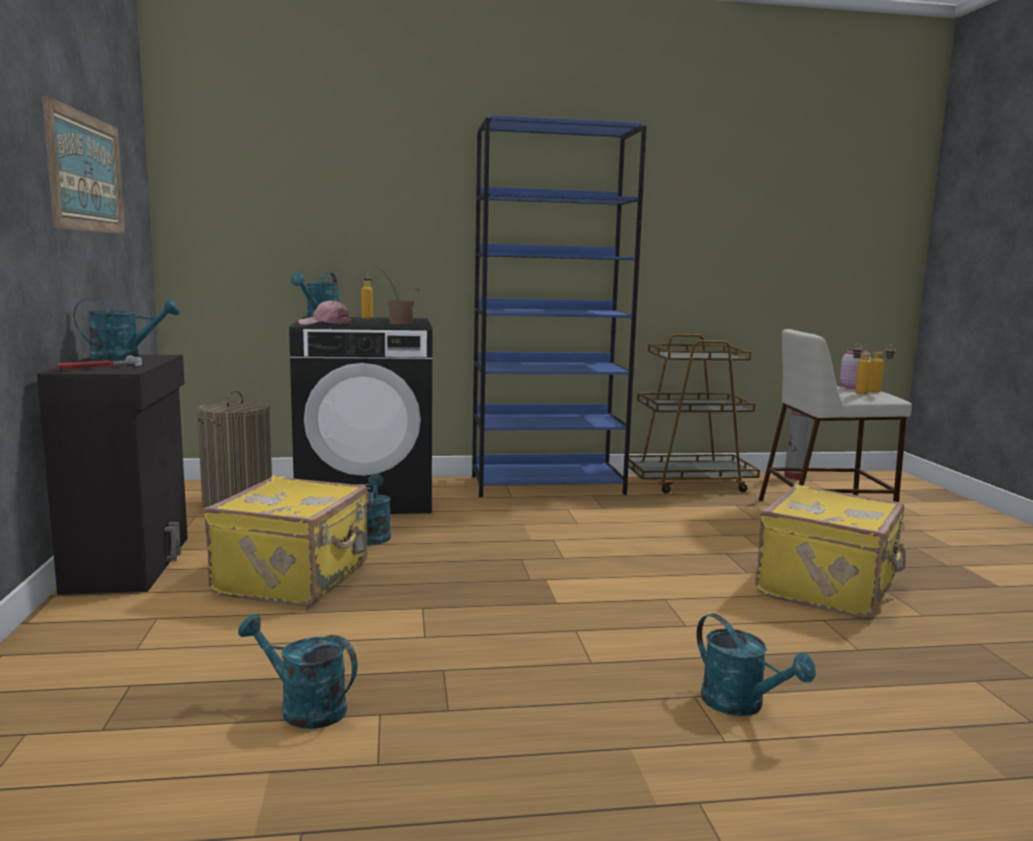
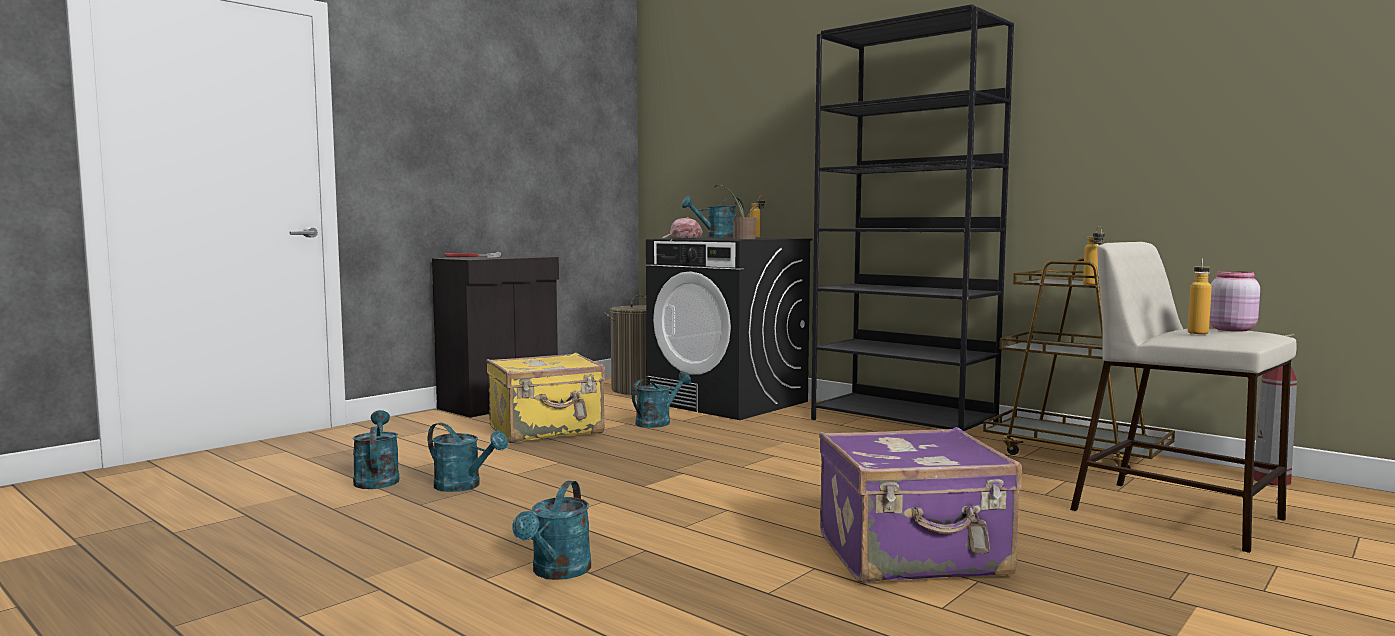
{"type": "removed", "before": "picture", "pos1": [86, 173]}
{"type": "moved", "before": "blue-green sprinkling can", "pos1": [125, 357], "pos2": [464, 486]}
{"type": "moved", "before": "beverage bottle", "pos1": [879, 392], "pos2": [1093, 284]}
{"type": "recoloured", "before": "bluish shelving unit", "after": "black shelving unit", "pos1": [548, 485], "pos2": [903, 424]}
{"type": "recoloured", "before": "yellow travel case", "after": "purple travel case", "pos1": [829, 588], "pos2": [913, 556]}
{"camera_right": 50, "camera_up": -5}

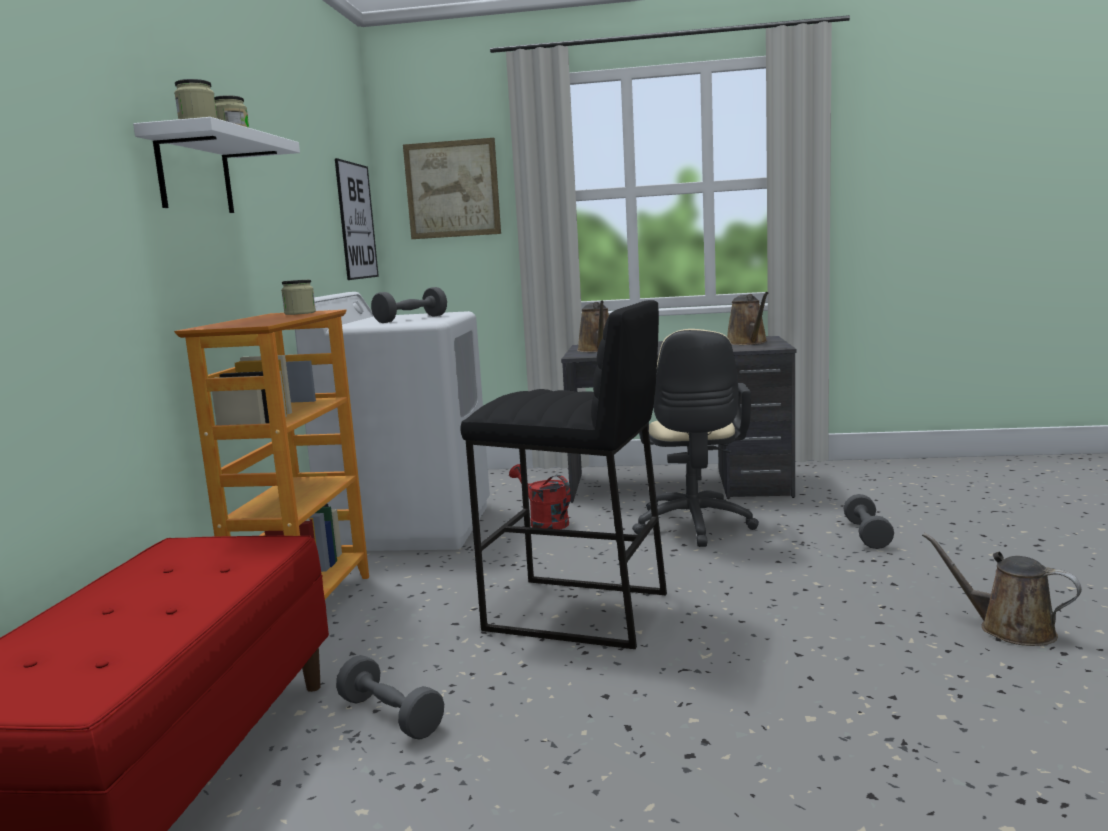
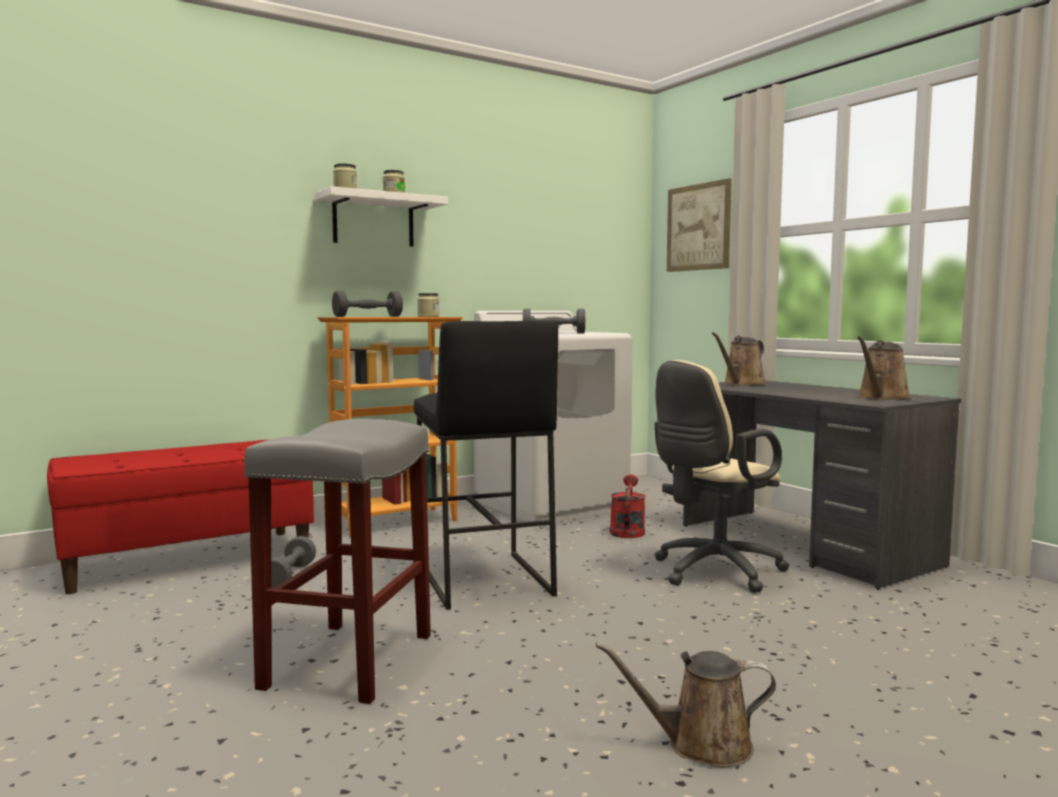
{"type": "removed", "before": "picture", "pos1": [356, 221]}
{"type": "added", "after": "greyish stool", "pos2": [349, 659]}
{"type": "moved", "before": "greyish free weight", "pos1": [867, 535], "pos2": [368, 316]}
{"type": "turned", "before": "brownish sprinkling can", "pos1": [1009, 629], "pos2": [700, 745], "turn": -90}
{"camera_right": 50, "camera_up": -5}

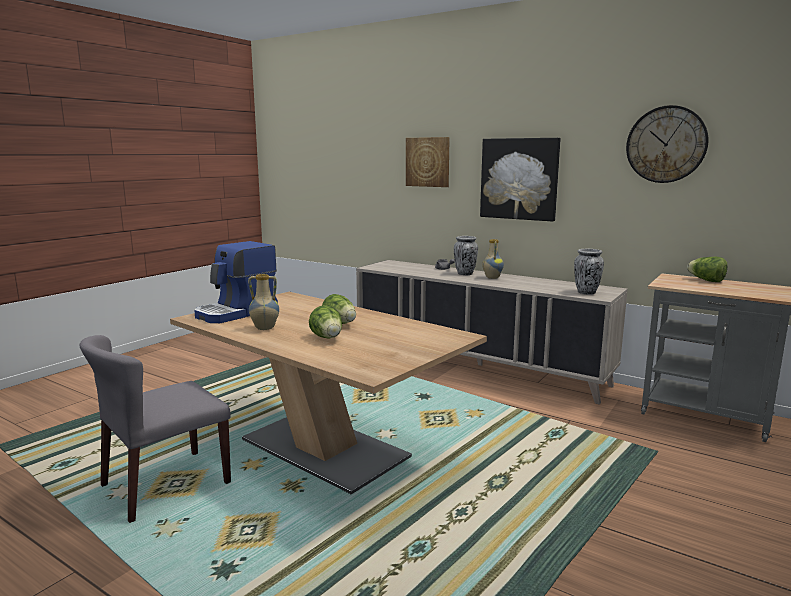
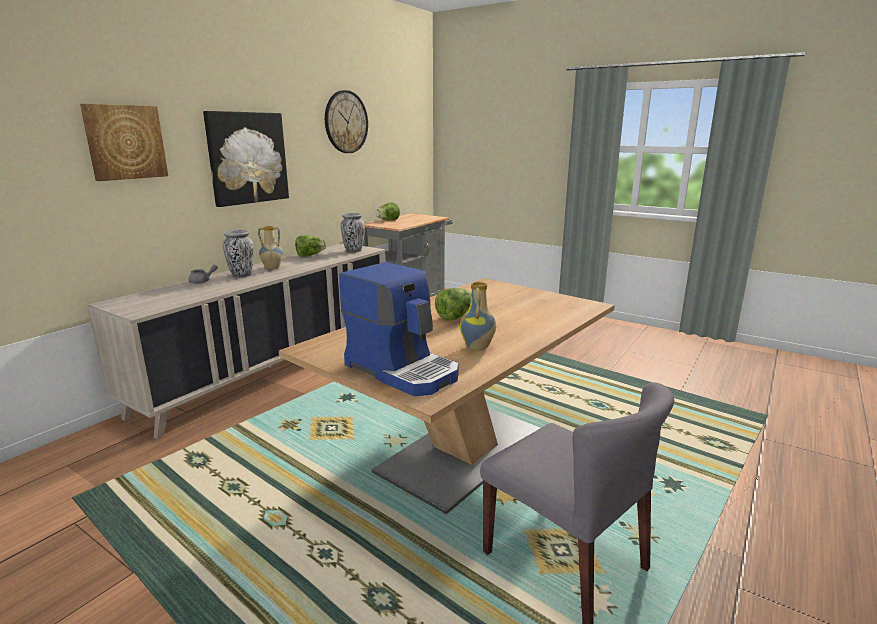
{"type": "moved", "before": "lettuce", "pos1": [328, 338], "pos2": [310, 255]}
{"camera_right": -90, "camera_up": 5}

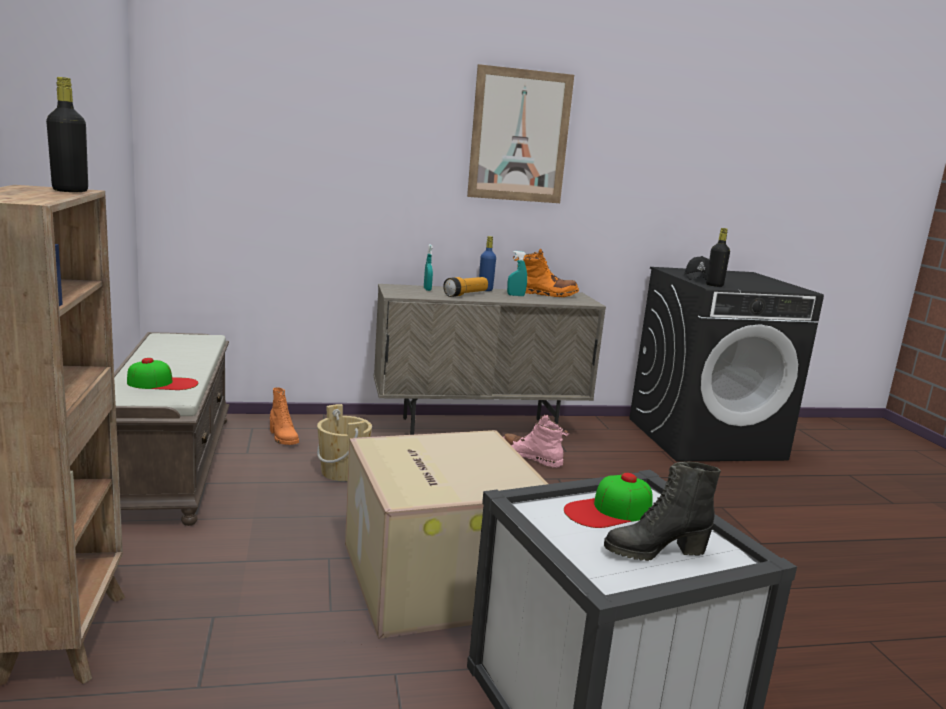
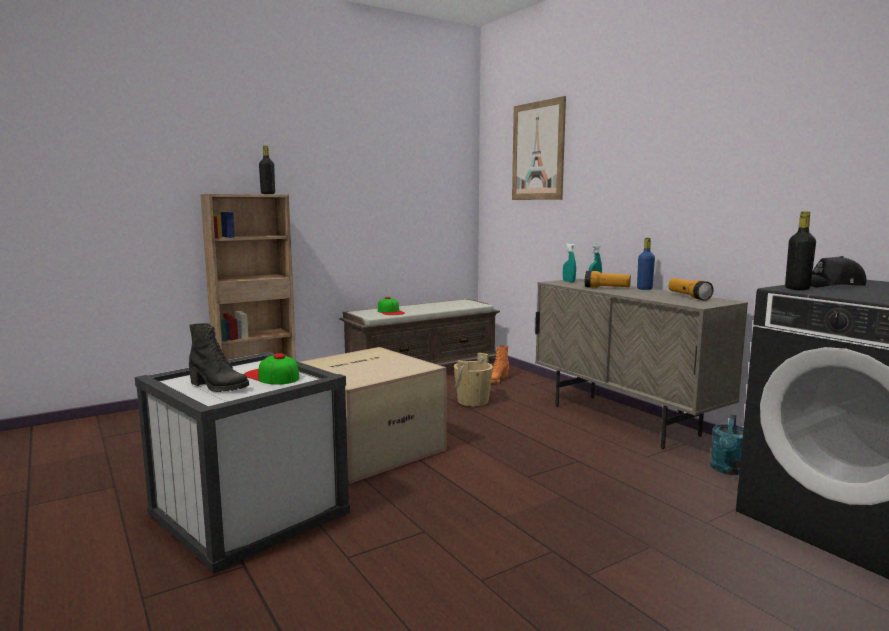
{"type": "removed", "before": "pink boot", "pos1": [531, 457]}
{"type": "added", "after": "blue-green sprinkling can", "pos2": [728, 470]}
{"type": "moved", "before": "picture", "pos1": [519, 136], "pos2": [538, 151]}
{"type": "moved", "before": "blue-green hand sprayer", "pos1": [516, 295], "pos2": [568, 281]}
{"type": "replaced", "before": "orange-coloured boot", "after": "torch", "pos1": [544, 294], "pos2": [688, 297]}
{"type": "turned", "before": "black boot", "pos1": [654, 551], "pos2": [218, 387], "turn": 150}
{"camera_right": 70, "camera_up": -5}

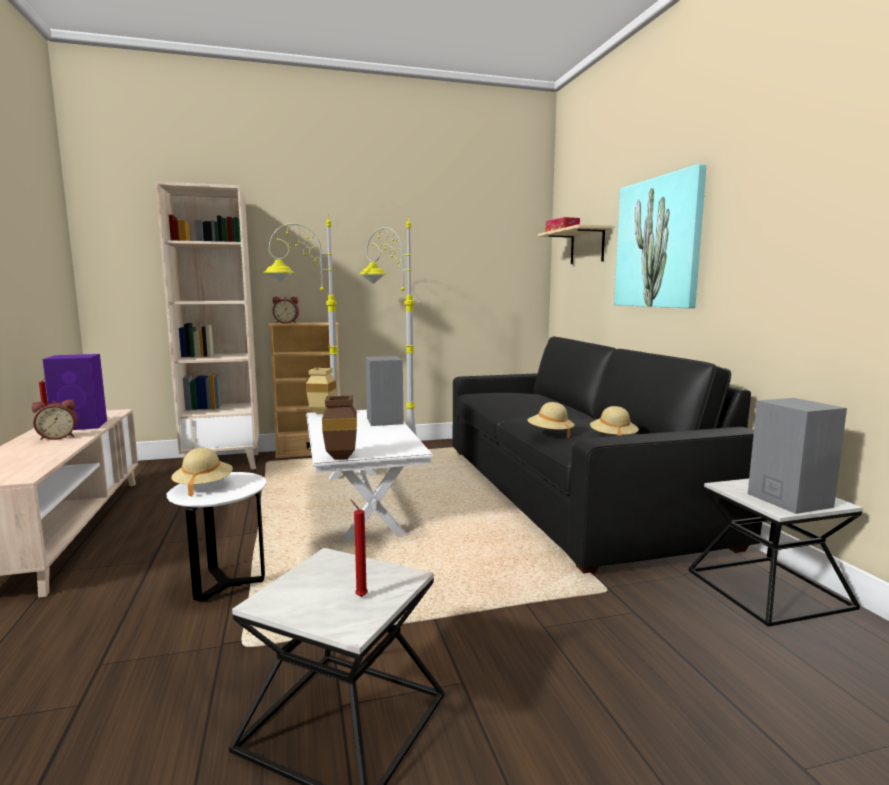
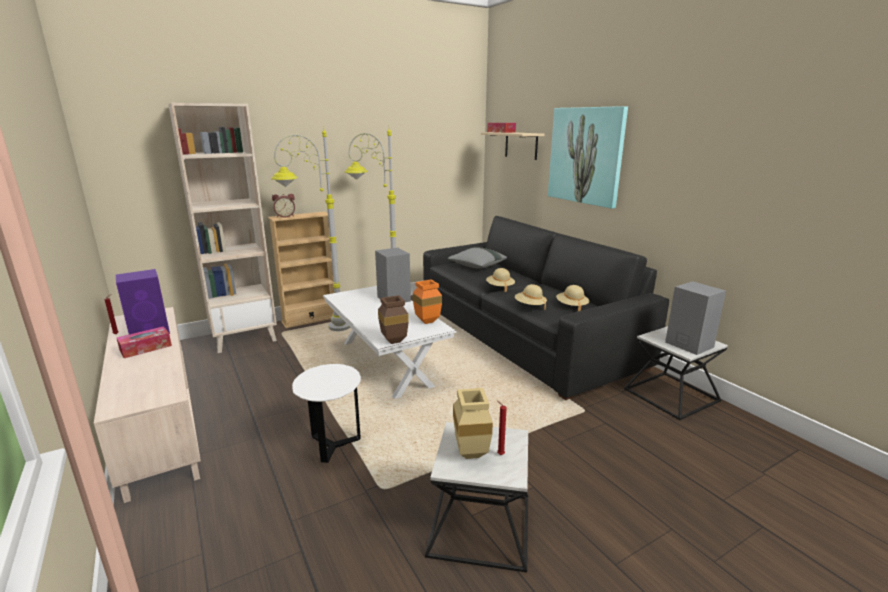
{"type": "added", "after": "orange-coloured flower vase", "pos2": [426, 322]}
{"type": "added", "after": "greyish pillow", "pos2": [476, 266]}
{"type": "moved", "before": "sand-coloured wearable hat", "pos1": [203, 486], "pos2": [500, 287]}
{"type": "moved", "before": "sand-coloured flower vase", "pos1": [322, 413], "pos2": [473, 455]}
{"type": "replaced", "before": "table clock", "after": "box of tissues", "pos1": [58, 437], "pos2": [146, 348]}
{"camera_right": -15, "camera_up": 10}

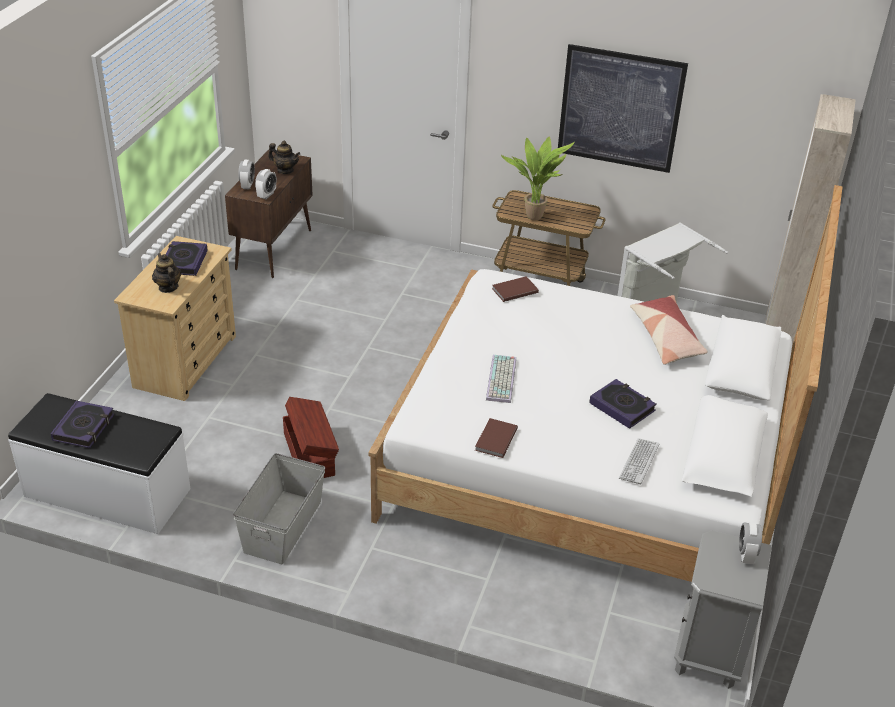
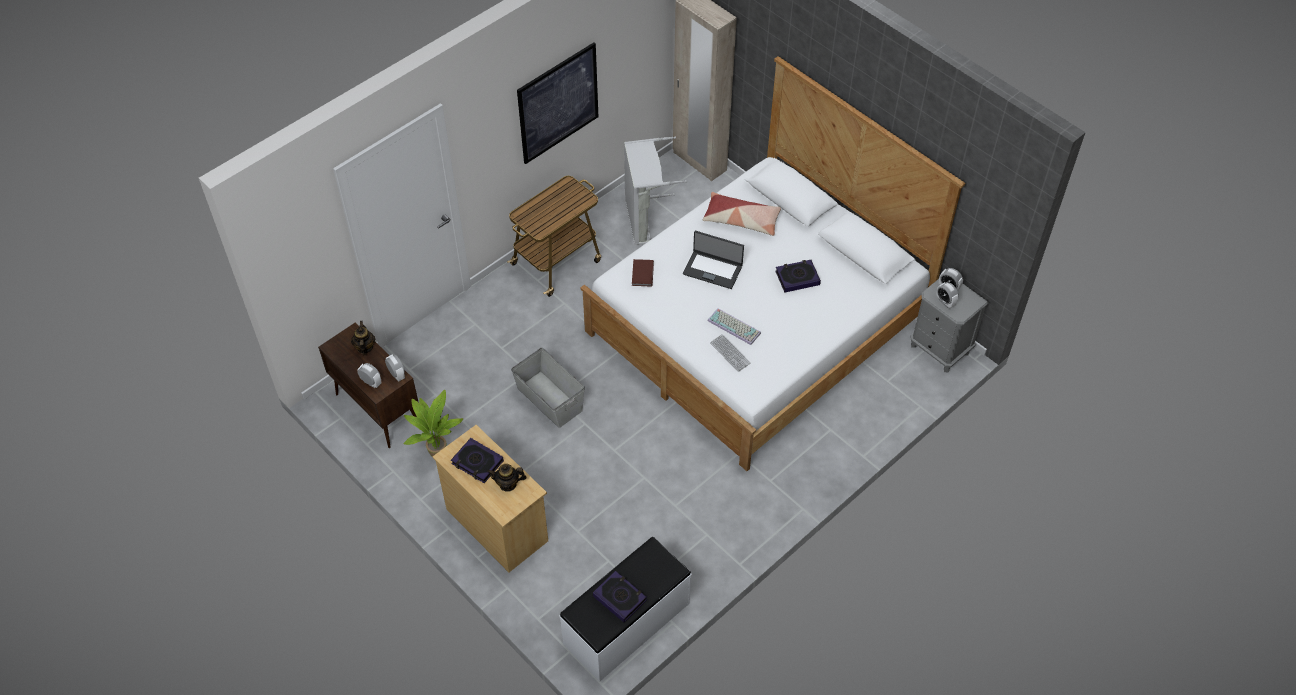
{"type": "removed", "before": "brownish storage box", "pos1": [310, 453]}
{"type": "removed", "before": "brownish bound book", "pos1": [494, 439]}
{"type": "added", "after": "notebook computer", "pos2": [712, 269]}
{"type": "added", "after": "table clock", "pos2": [945, 302]}
{"type": "moved", "before": "greyish storage box", "pos1": [282, 526], "pos2": [549, 399]}
{"type": "moved", "before": "plant in a pot", "pos1": [535, 215], "pos2": [436, 452]}
{"type": "moved", "before": "keyboard", "pos1": [639, 462], "pos2": [730, 353]}
{"type": "turned", "before": "pot for tea", "pos1": [285, 170], "pos2": [364, 347], "turn": -60}
{"camera_right": -60, "camera_up": 15}

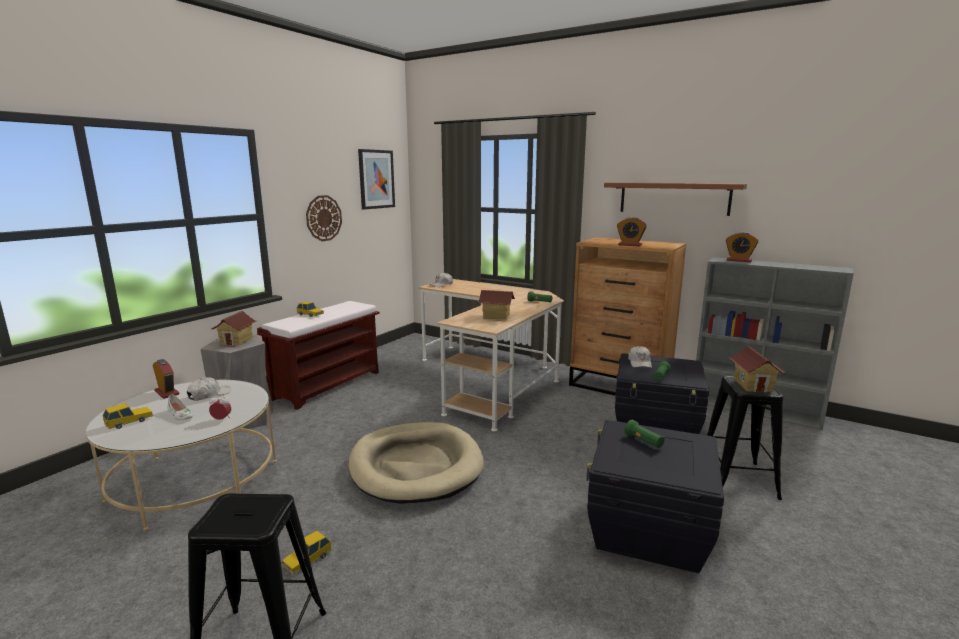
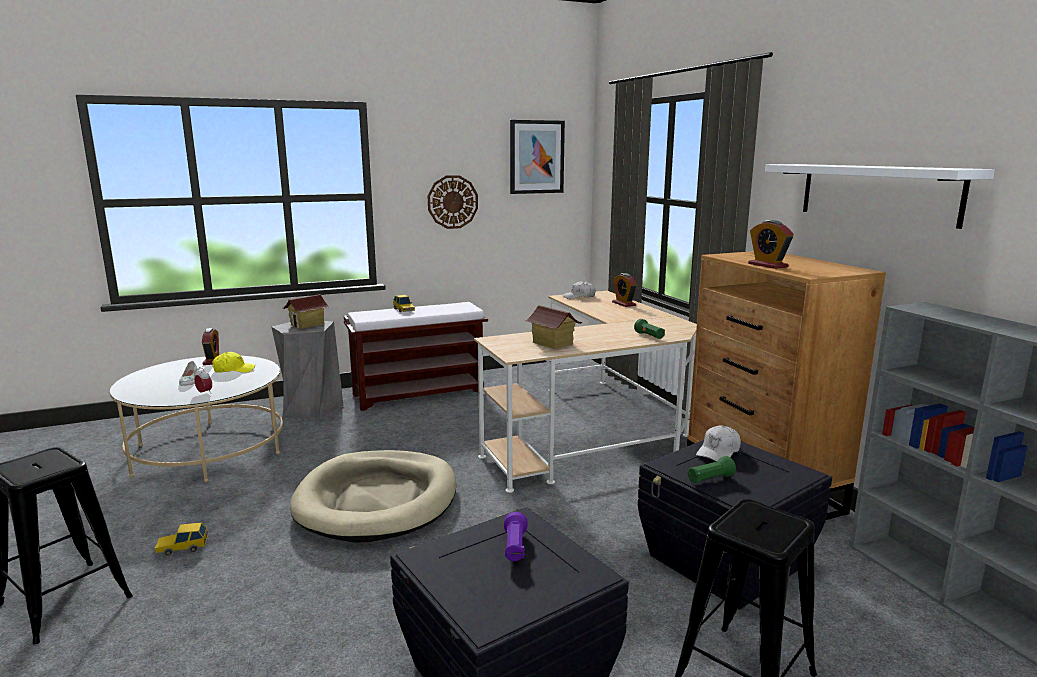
{"type": "removed", "before": "toy car", "pos1": [129, 421]}
{"type": "removed", "before": "model house", "pos1": [753, 385]}
{"type": "moved", "before": "table clock", "pos1": [739, 260], "pos2": [624, 304]}
{"type": "recoloured", "before": "white-coloured peaked cap", "after": "yellow peaked cap", "pos1": [209, 395], "pos2": [234, 370]}
{"type": "recoloured", "before": "brownish bracket shelf", "after": "white-coloured bracket shelf", "pos1": [673, 198], "pos2": [877, 192]}
{"type": "recoloured", "before": "green torch", "after": "purple torch", "pos1": [644, 441], "pos2": [515, 547]}
{"camera_right": 35, "camera_up": 0}

